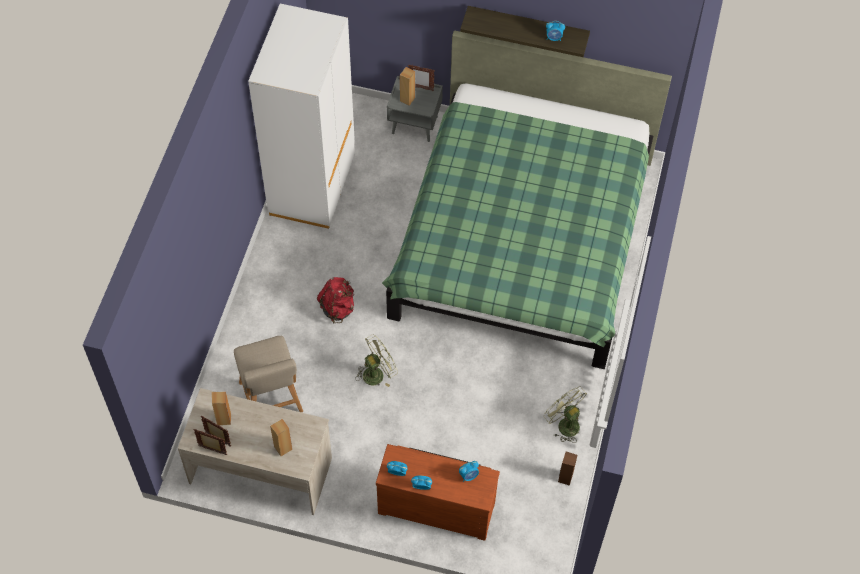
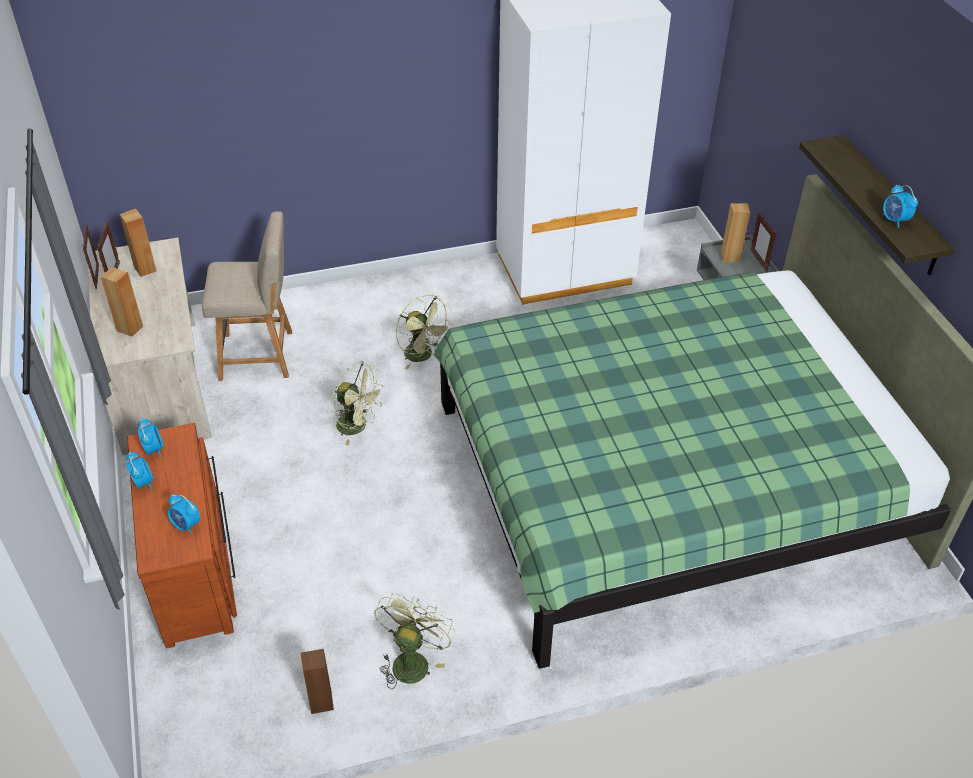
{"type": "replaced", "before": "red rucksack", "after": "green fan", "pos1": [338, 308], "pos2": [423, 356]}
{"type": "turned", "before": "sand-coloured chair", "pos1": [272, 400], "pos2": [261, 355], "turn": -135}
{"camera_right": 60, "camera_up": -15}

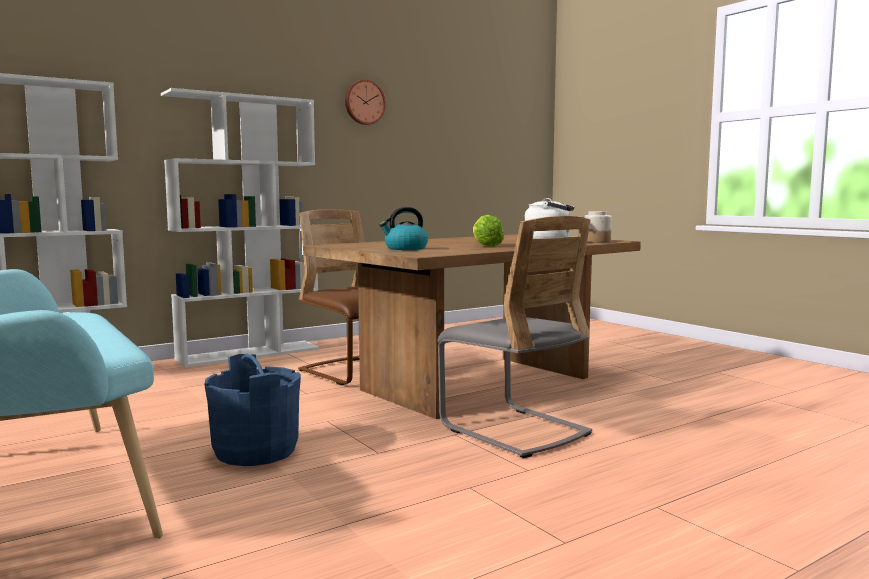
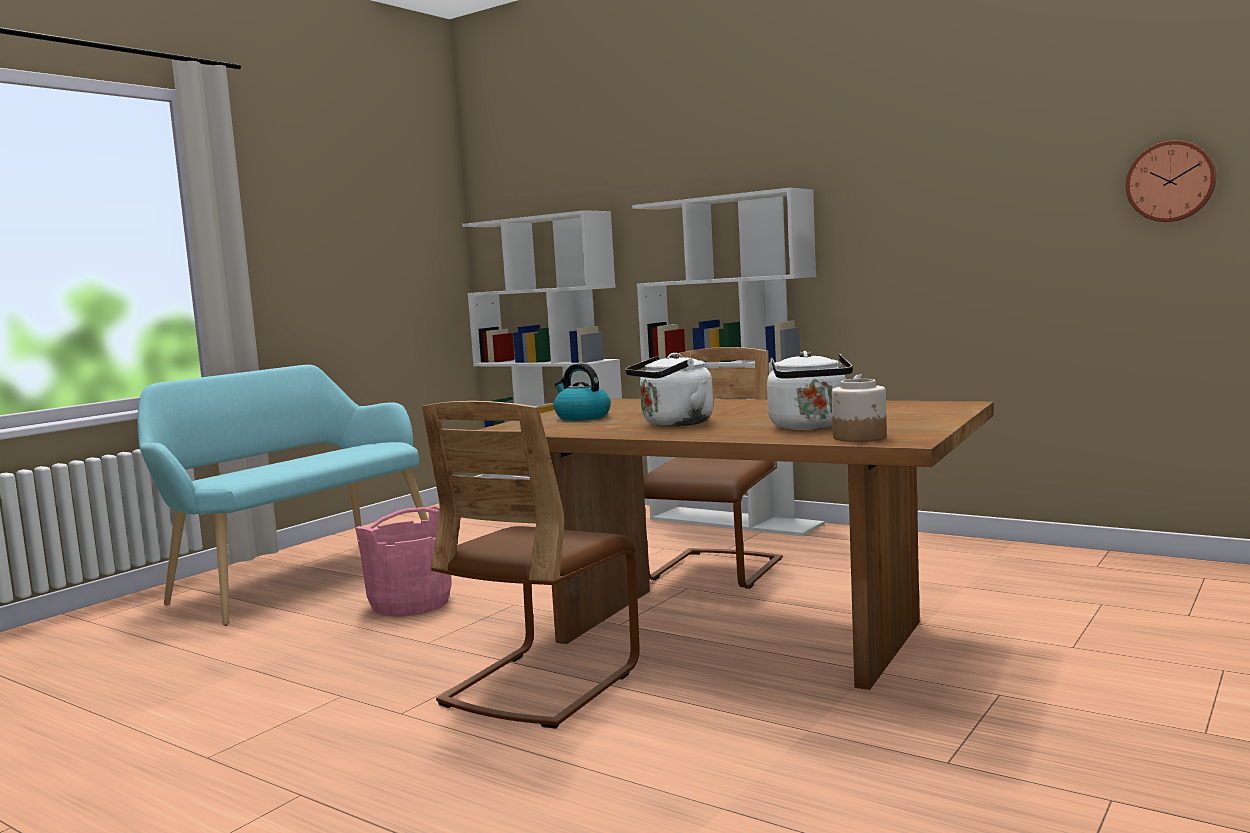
{"type": "moved", "before": "wall clock", "pos1": [364, 102], "pos2": [1170, 181]}
{"type": "replaced", "before": "lettuce", "after": "white-coloured tea kettle", "pos1": [486, 245], "pos2": [673, 424]}
{"type": "recoloured", "before": "bluish water bucket", "after": "pink water bucket", "pos1": [255, 451], "pos2": [410, 603]}
{"type": "recoloured", "before": "greyish chair", "after": "brownish chair", "pos1": [514, 430], "pos2": [541, 685]}
{"camera_right": 70, "camera_up": 0}

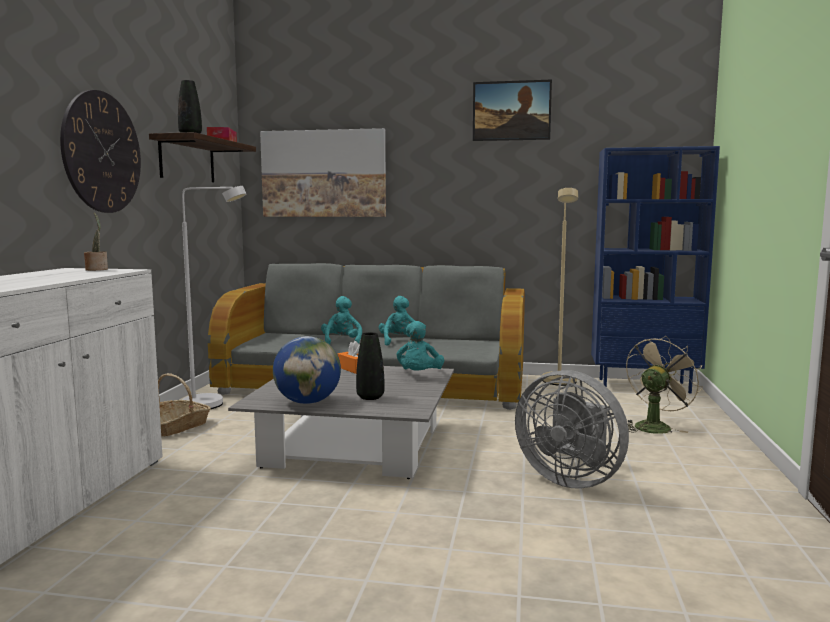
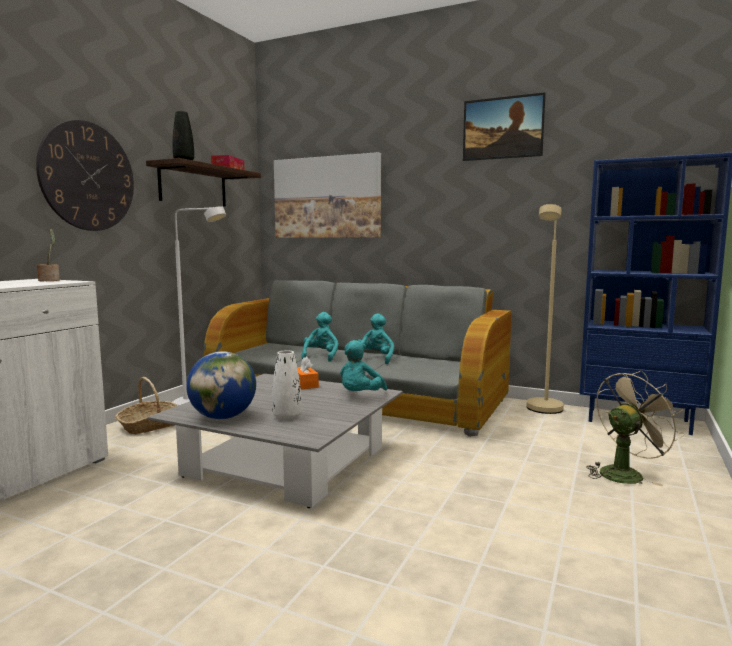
{"type": "removed", "before": "greyish fan", "pos1": [570, 479]}
{"type": "recoloured", "before": "black flower vase", "after": "white-coloured flower vase", "pos1": [370, 397], "pos2": [287, 417]}
{"camera_right": 15, "camera_up": 0}

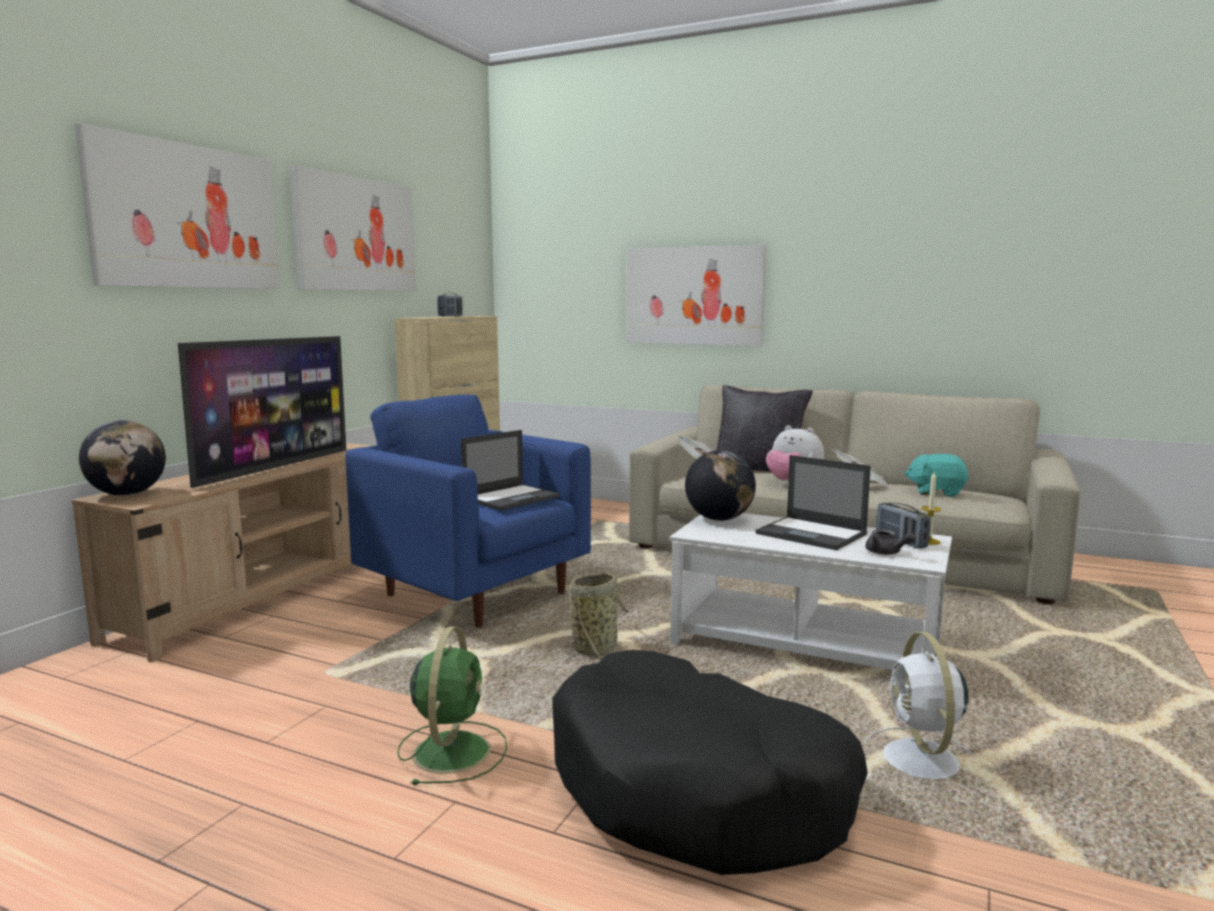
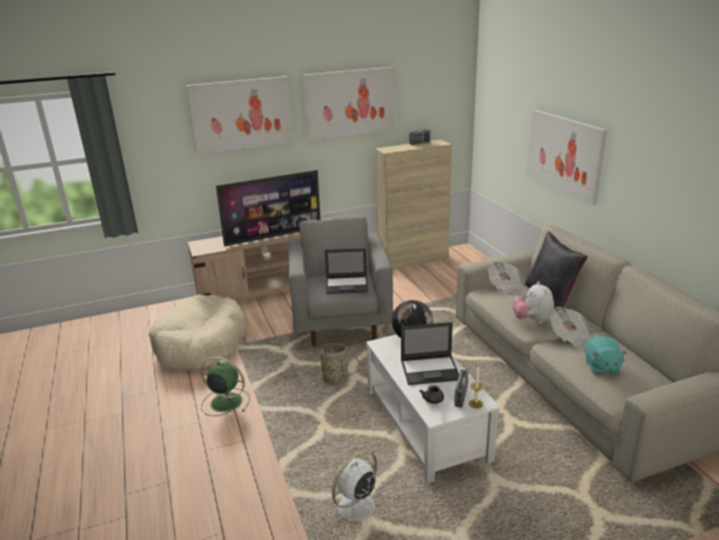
{"type": "removed", "before": "desk globe", "pos1": [127, 494]}
{"type": "removed", "before": "black pet bed", "pos1": [698, 790]}
{"type": "added", "after": "sand-coloured pet bed", "pos2": [201, 344]}
{"type": "recoloured", "before": "bluish lounge chair", "after": "greyish lounge chair", "pos1": [475, 593], "pos2": [341, 323]}
{"type": "turned", "before": "green fan", "pos1": [452, 750], "pos2": [225, 402], "turn": -120}
{"type": "turned", "before": "notebook computer", "pos1": [812, 534], "pos2": [430, 370], "turn": -90}
{"type": "turned", "before": "blue-green plush toy", "pos1": [936, 492], "pos2": [601, 367], "turn": -150}
{"camera_right": 45, "camera_up": 15}

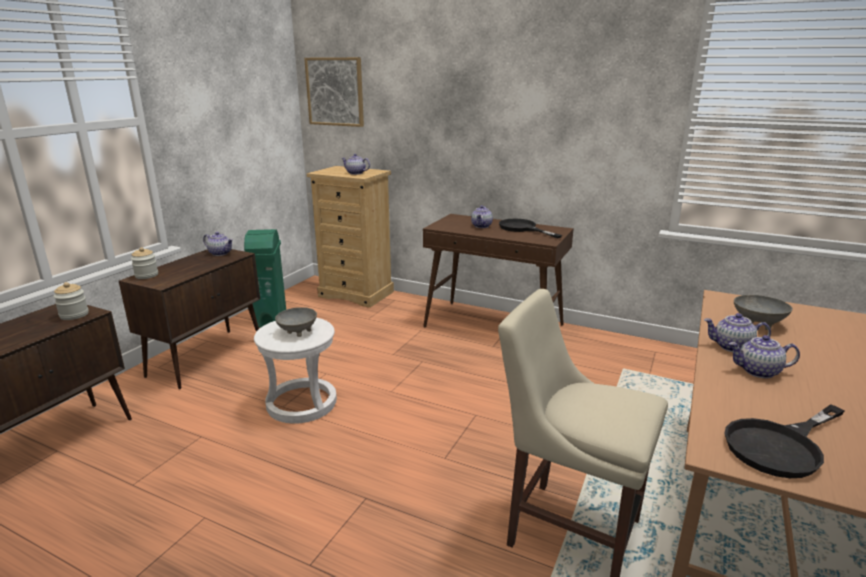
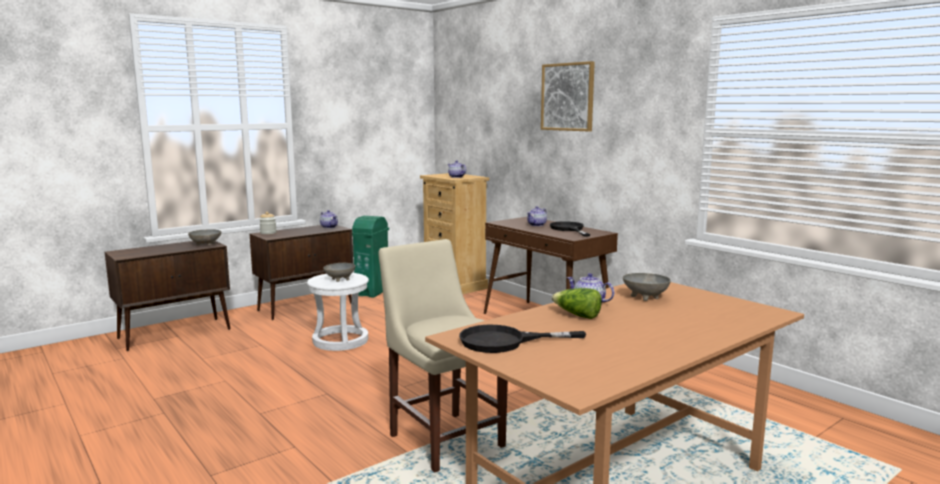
{"type": "moved", "before": "picture", "pos1": [335, 92], "pos2": [567, 97]}
{"type": "replaced", "before": "jar", "after": "greyish bowl", "pos1": [74, 315], "pos2": [205, 245]}
{"type": "replaced", "before": "pot for tea", "after": "lettuce", "pos1": [758, 371], "pos2": [577, 315]}
{"camera_right": 25, "camera_up": -10}

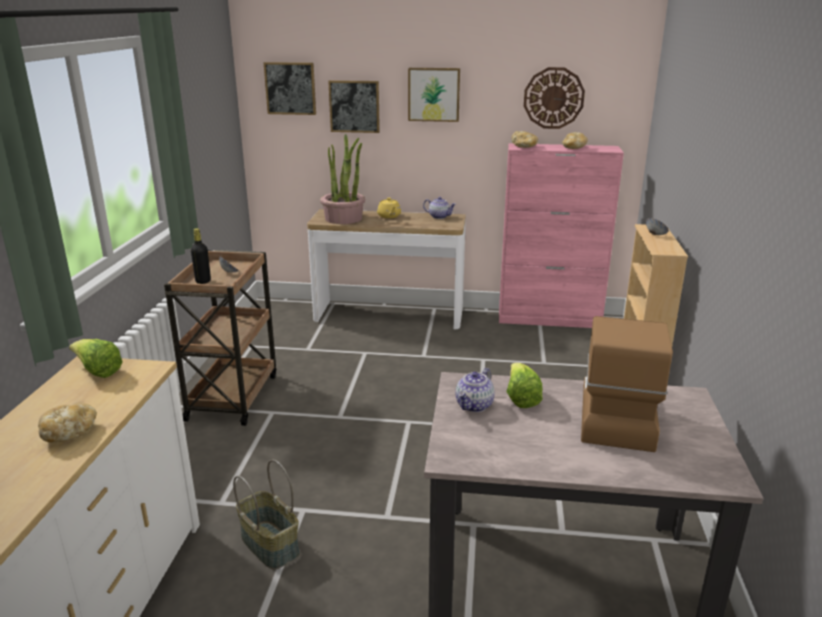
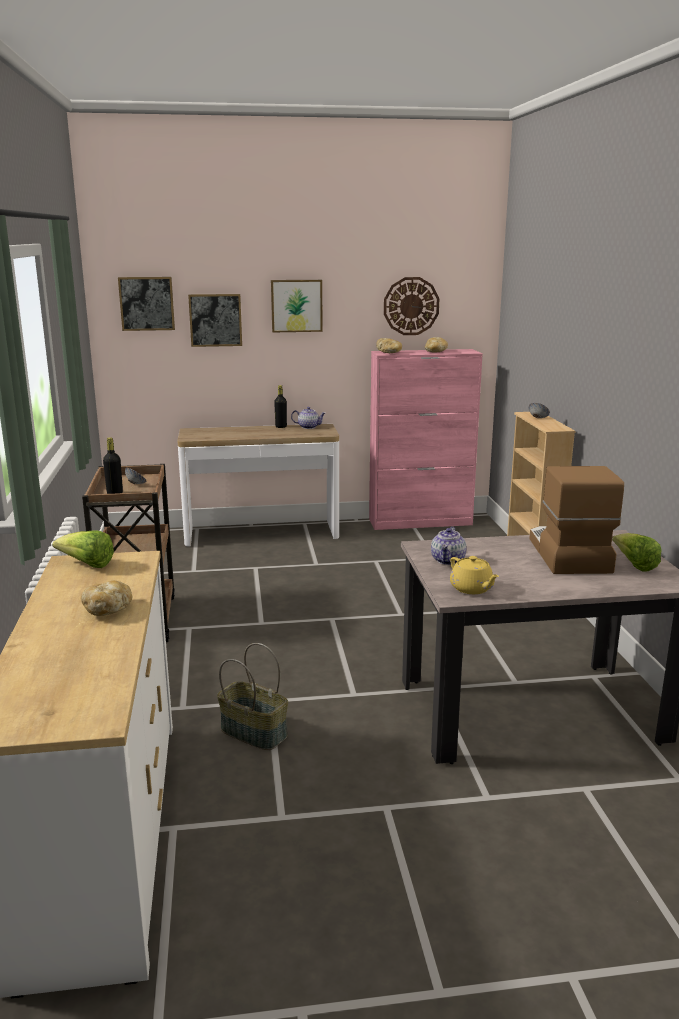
{"type": "removed", "before": "plant in a pot", "pos1": [344, 218]}
{"type": "added", "after": "black beverage bottle", "pos2": [281, 427]}
{"type": "moved", "before": "yellow pot for tea", "pos1": [389, 216], "pos2": [472, 589]}
{"type": "moved", "before": "lettuce", "pos1": [521, 398], "pos2": [634, 565]}
{"camera_right": -15, "camera_up": -5}

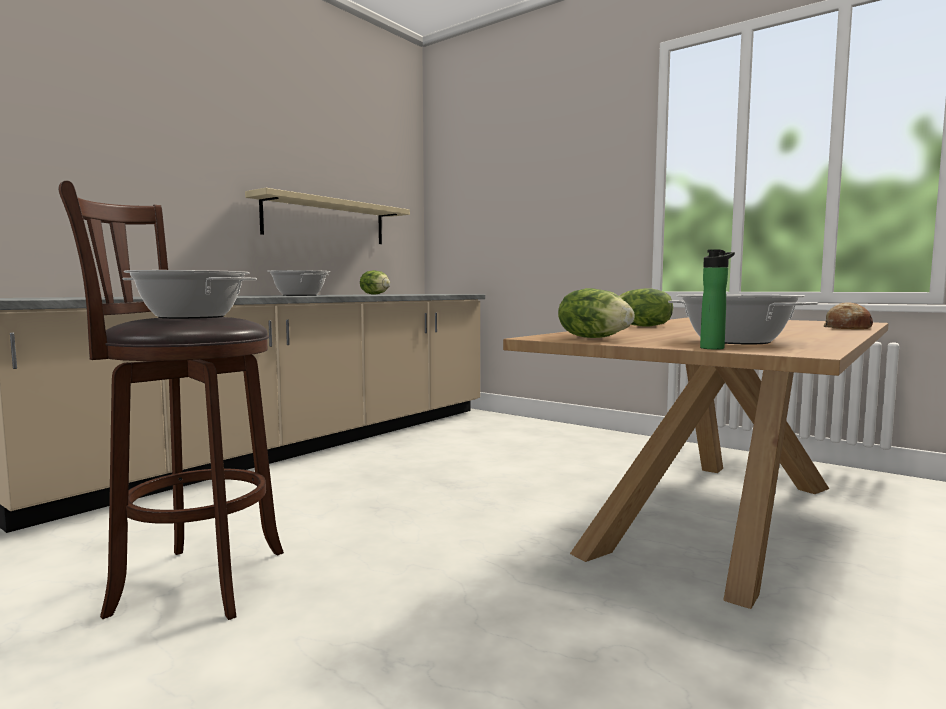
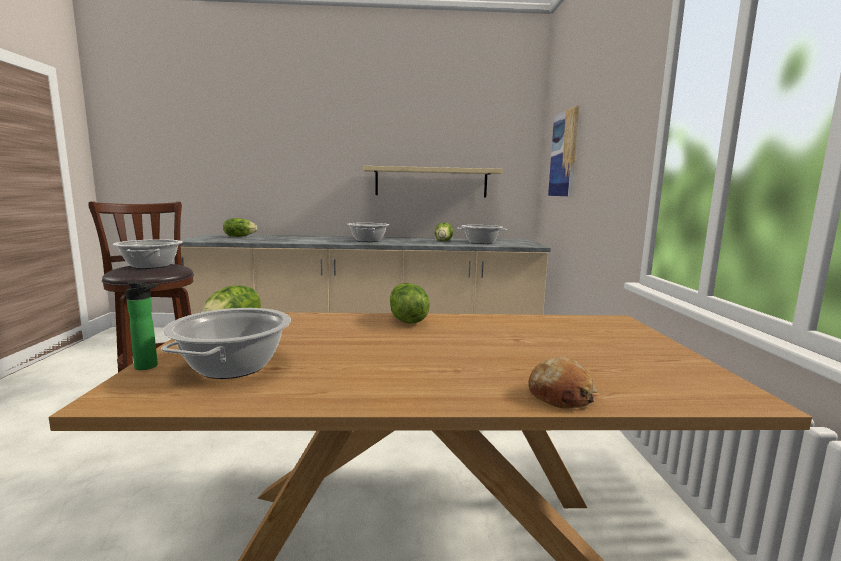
{"type": "added", "after": "lettuce", "pos2": [239, 236]}
{"type": "added", "after": "cooking pot", "pos2": [481, 242]}
{"type": "added", "after": "picture", "pos2": [564, 154]}
{"camera_right": 50, "camera_up": 5}

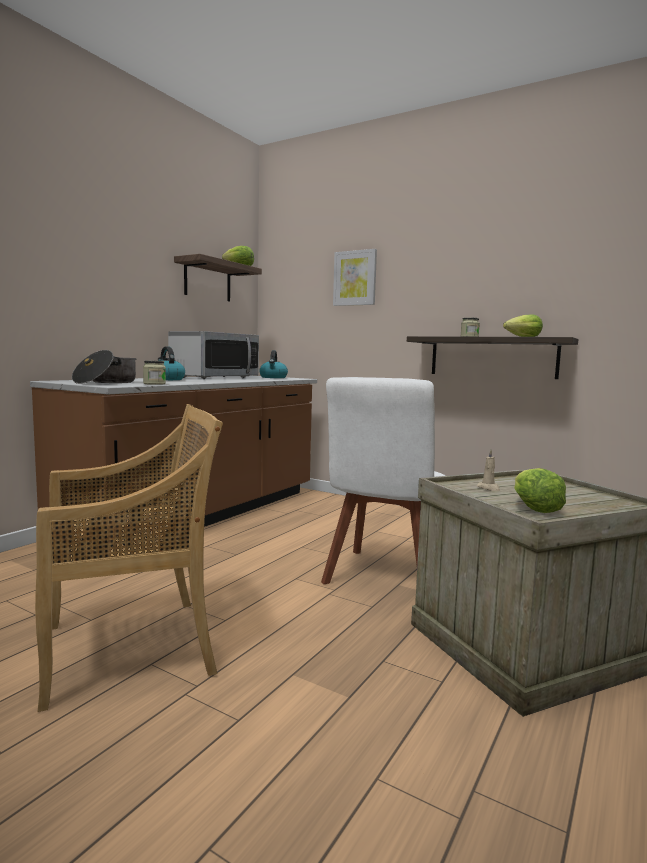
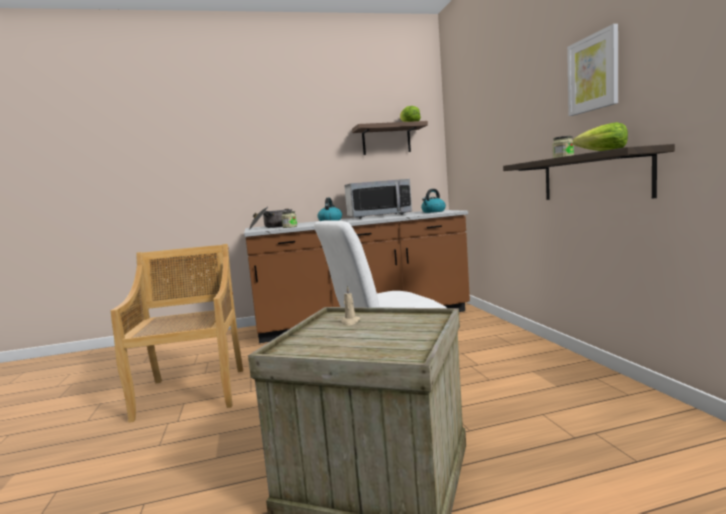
{"type": "removed", "before": "lettuce", "pos1": [534, 507]}
{"type": "moved", "before": "picture", "pos1": [355, 278], "pos2": [593, 73]}
{"type": "turned", "before": "sand-coloured chair", "pos1": [132, 648], "pos2": [192, 392], "turn": -120}
{"camera_right": 45, "camera_up": 0}

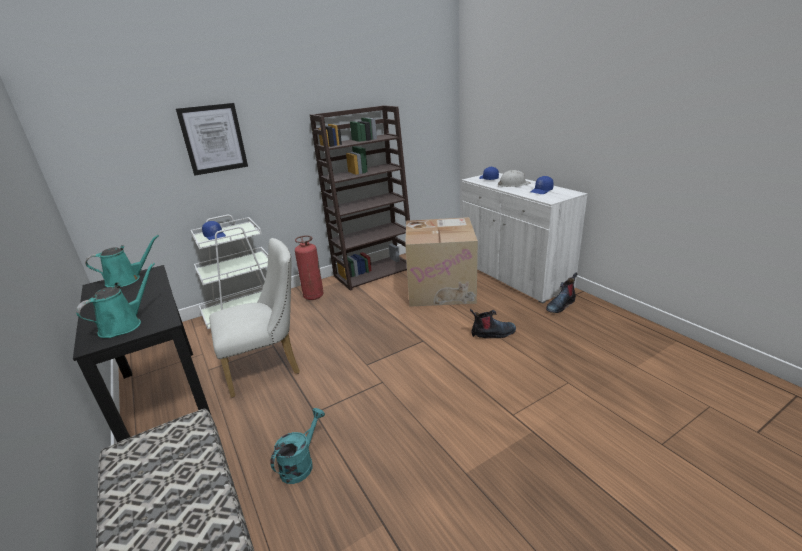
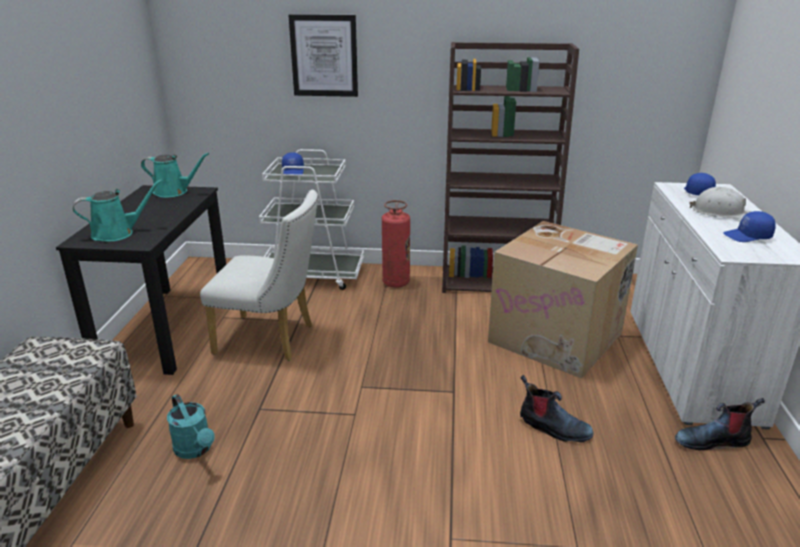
{"type": "turned", "before": "blue-green sprinkling can", "pos1": [301, 463], "pos2": [196, 450], "turn": 75}
{"camera_right": 35, "camera_up": 0}

